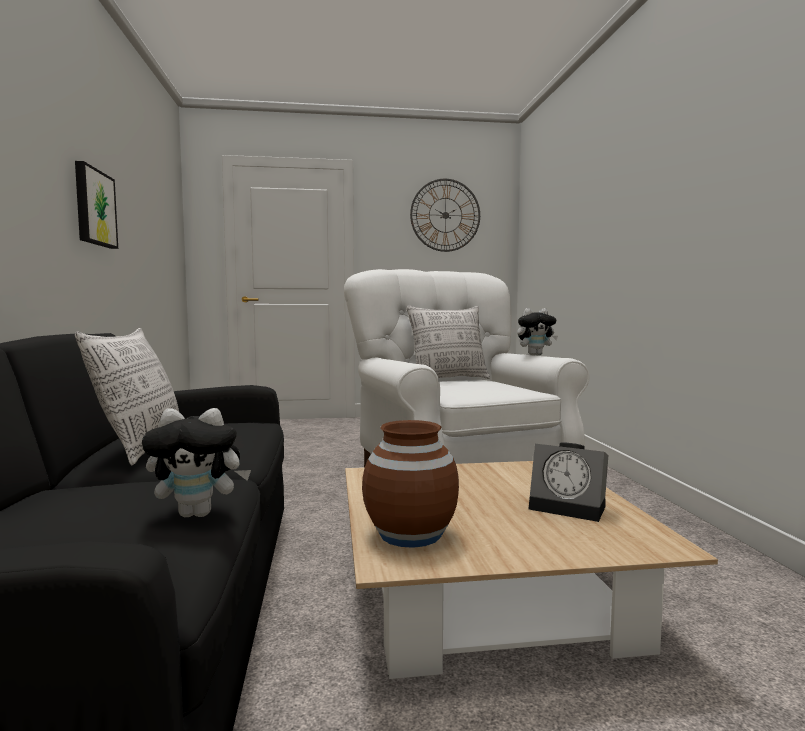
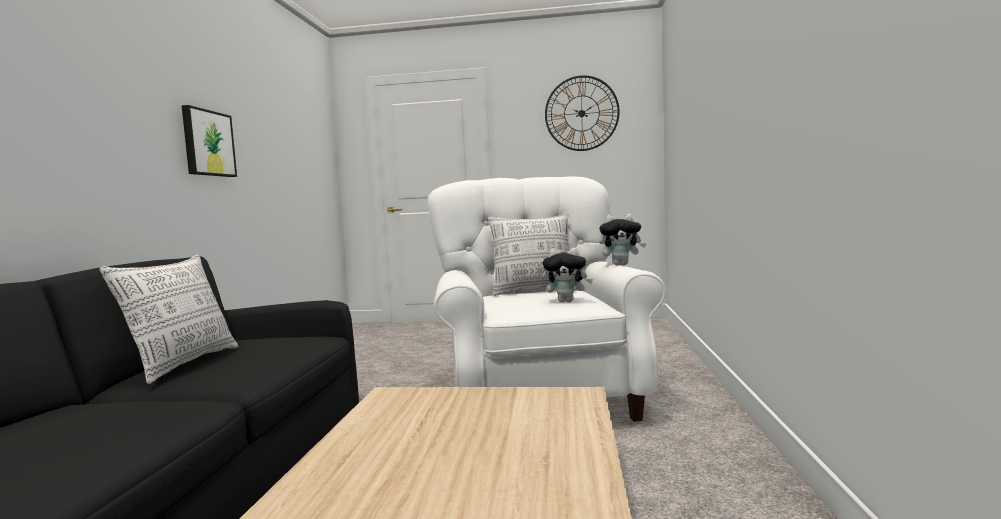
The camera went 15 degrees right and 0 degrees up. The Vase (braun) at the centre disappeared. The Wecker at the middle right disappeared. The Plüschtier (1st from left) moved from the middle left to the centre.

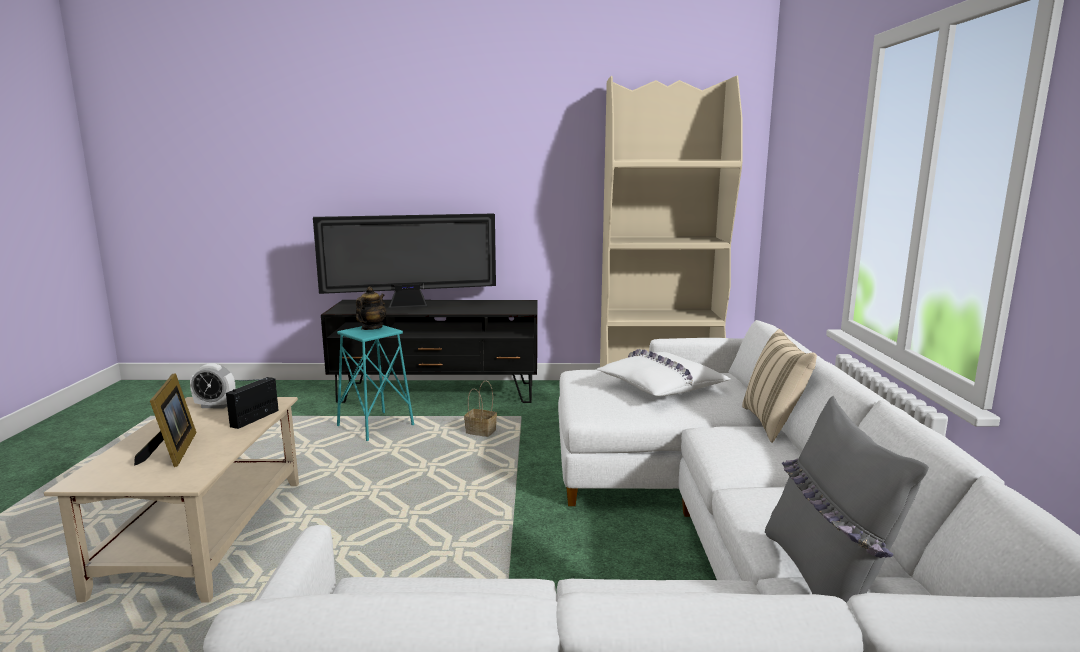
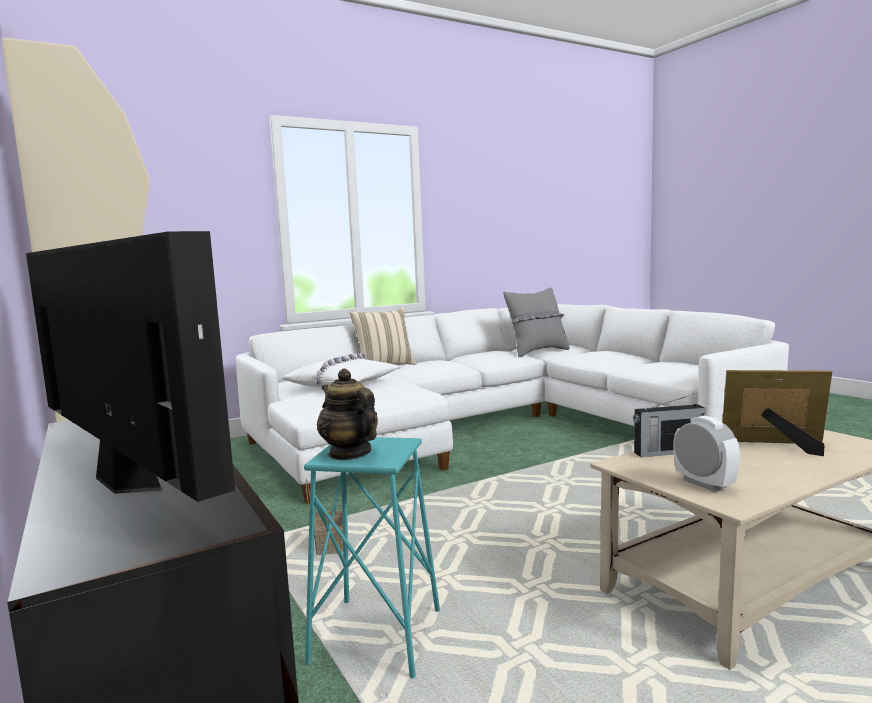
The camera went 120 degrees left and 5 degrees down. The Bilderrahmen at the middle left turned 60 degrees clockwise. The Teekanne at the centre turned 60 degrees clockwise.

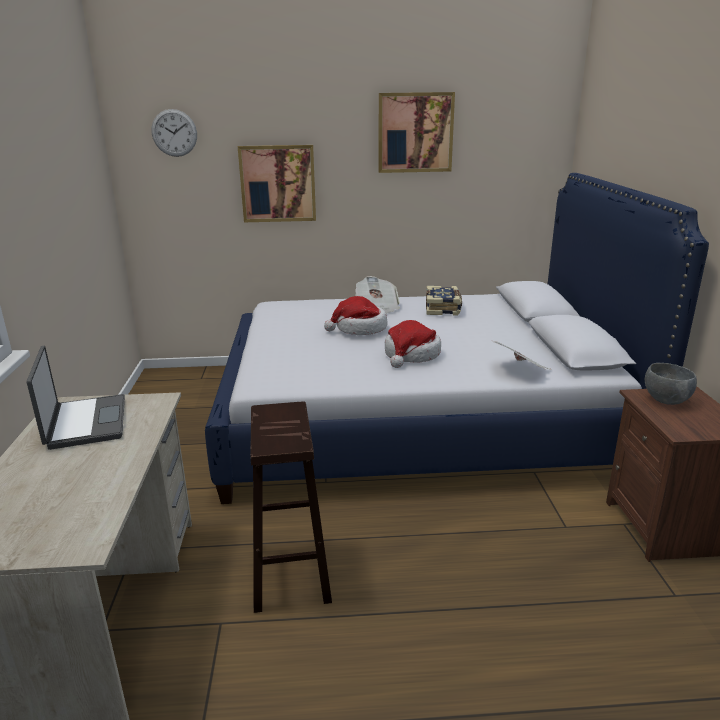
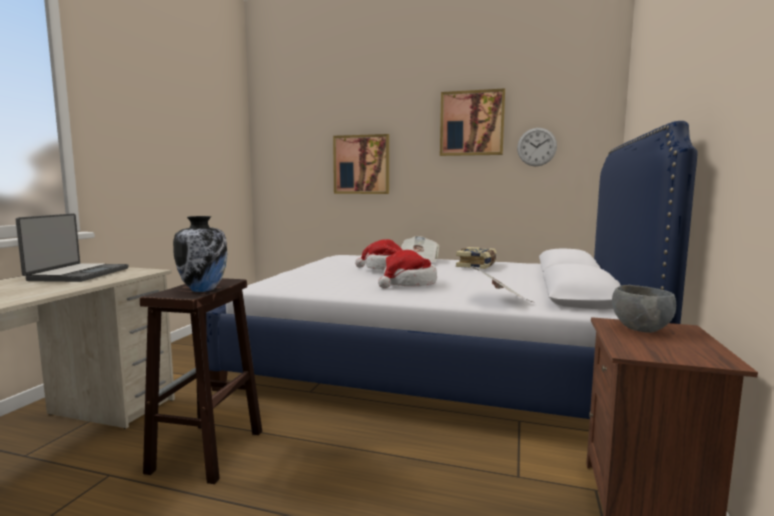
The camera went 20 degrees right and 15 degrees down. The Vase at the middle left appeared. The Wanduhr moved from the top left to the top right.

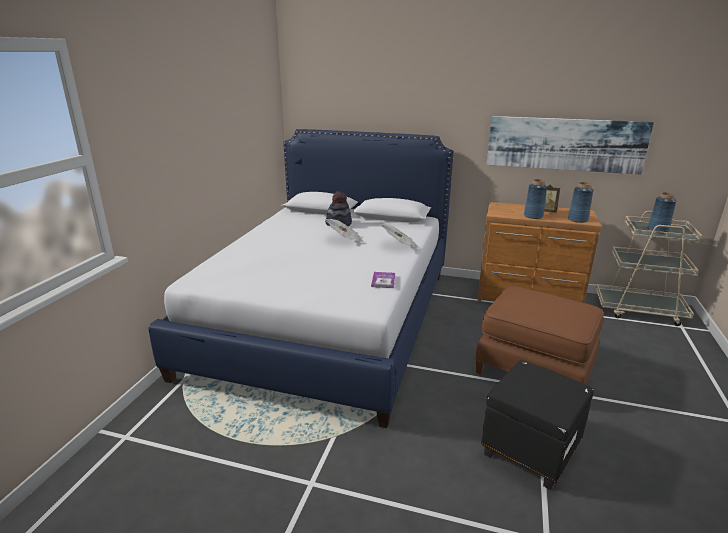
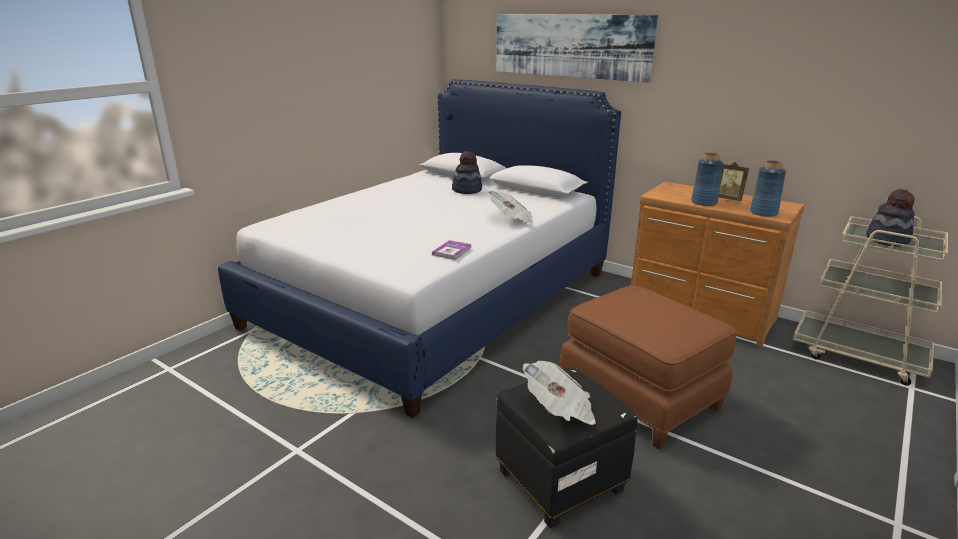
The camera went 20 degrees right and 0 degrees up. The Zeitung (1st from left in the first image) moved from the centre to the bottom centre. The Bild moved from the top right to the top centre. The Vase (blau) (3rd from left) at the middle right was replaced by the Hut (2nd from left) at the middle right.

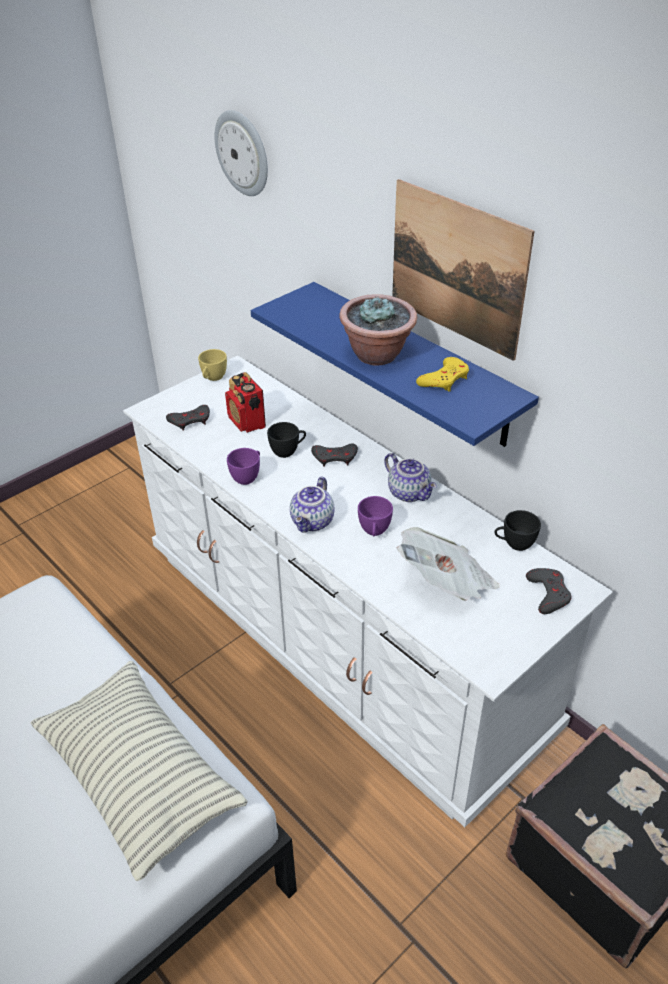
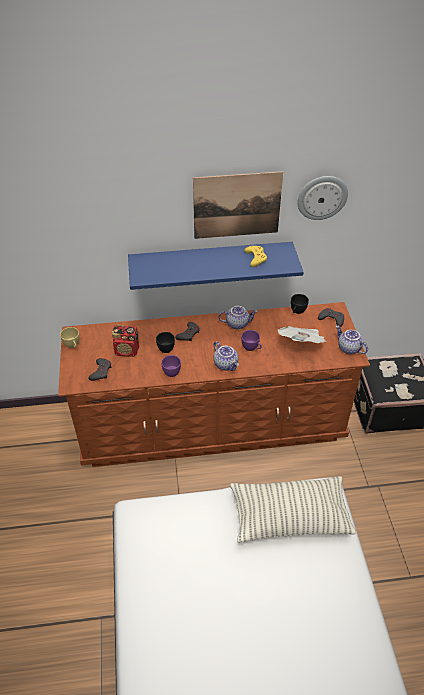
The camera went 55 degrees left and 5 degrees up. The Topfpflanze at the centre disappeared. The Teekanne (3rd from left) at the middle right appeared. The Wanduhr moved from the top centre to the top right. The Kommode (weiß) at the centre became the Kommode (braun) at the centre.

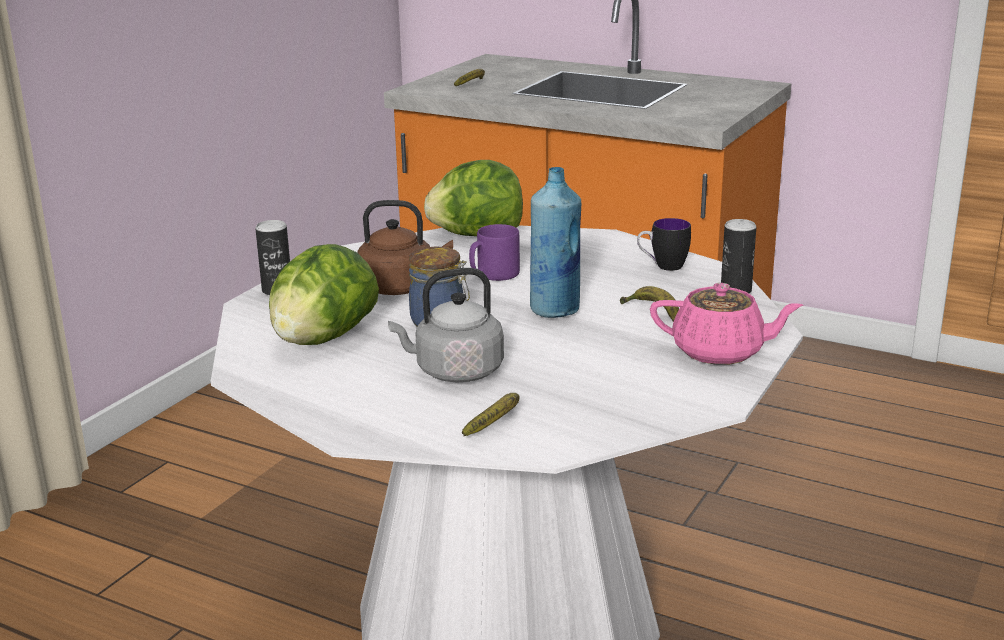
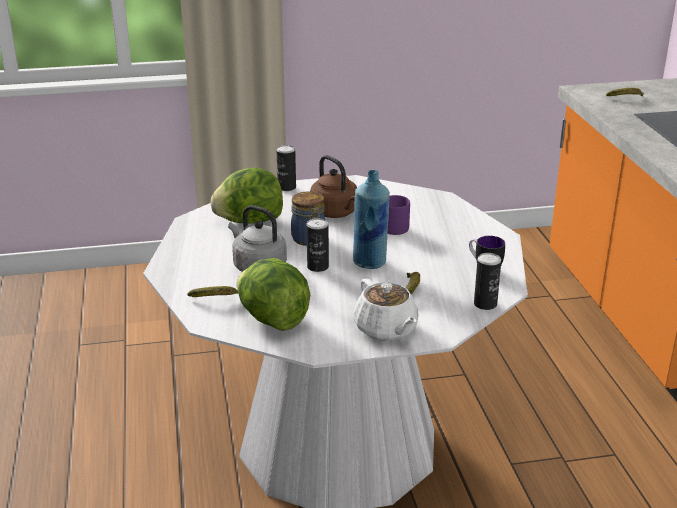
The camera went 50 degrees right and 5 degrees up. The Dose (2nd from left) at the centre appeared. The Salatkopf (2nd from left) moved from the top centre to the centre. The Teekanne (rosa) at the middle right became the Teekanne (weiß) at the centre.

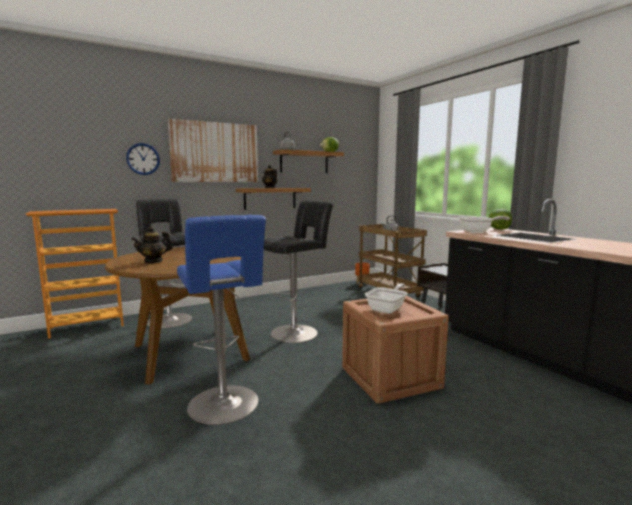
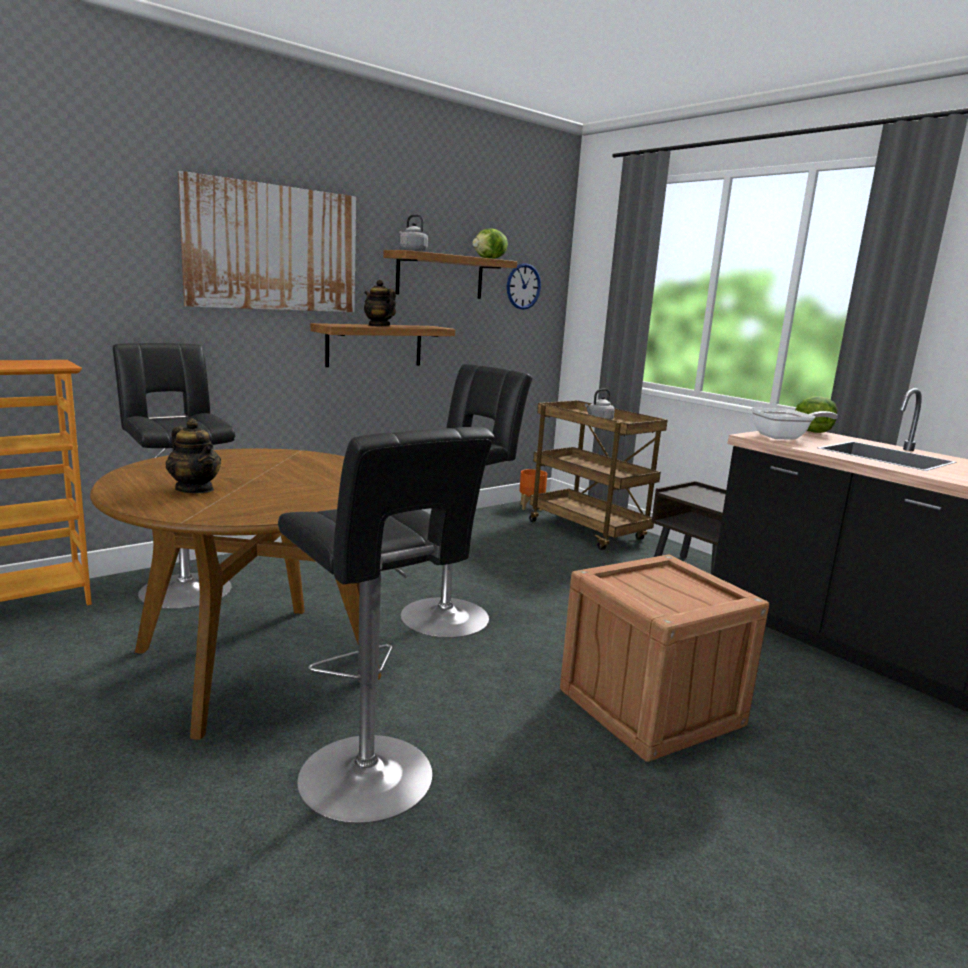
The camera went 10 degrees left and 5 degrees up. The Pfanne (1st from left) at the centre disappeared. The Wanduhr moved from the top left to the top centre. The Hocker (blau) at the centre became the Hocker (schwarz) (2nd from left) at the centre. The Teekanne (1st from left) at the middle left turned 90 degrees counterclockwise.

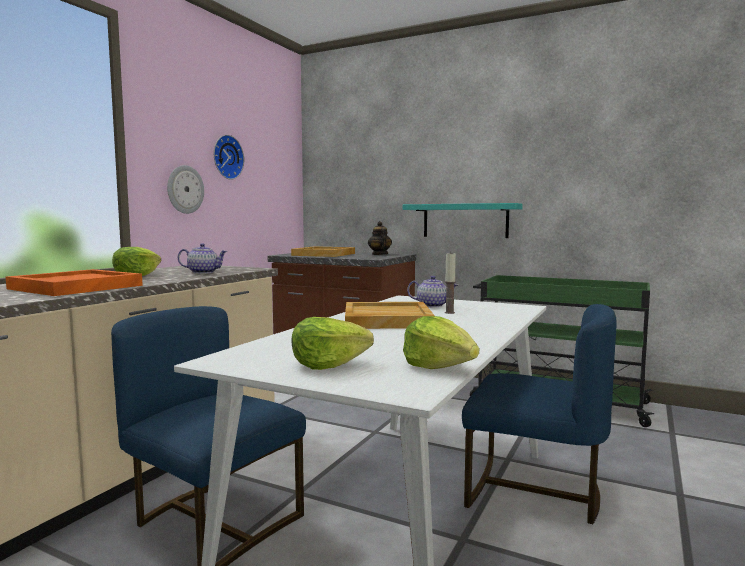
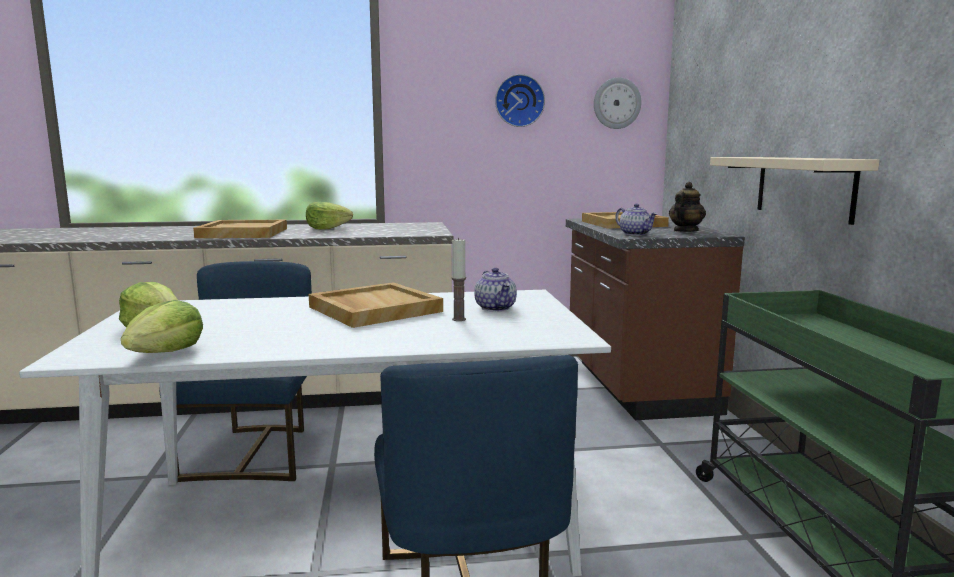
The camera went 55 degrees right and 5 degrees up. The Wanduhr (1st from left in the first image) moved from the middle left to the top centre. The Teekanne (1st from left in the first image) moved from the middle left to the middle right. The Tablett (orange) at the middle left became the Tablett (beige) (1st from left) at the middle left. The Wandregal (türkis) at the centre became the Wandregal (beige) at the top right.

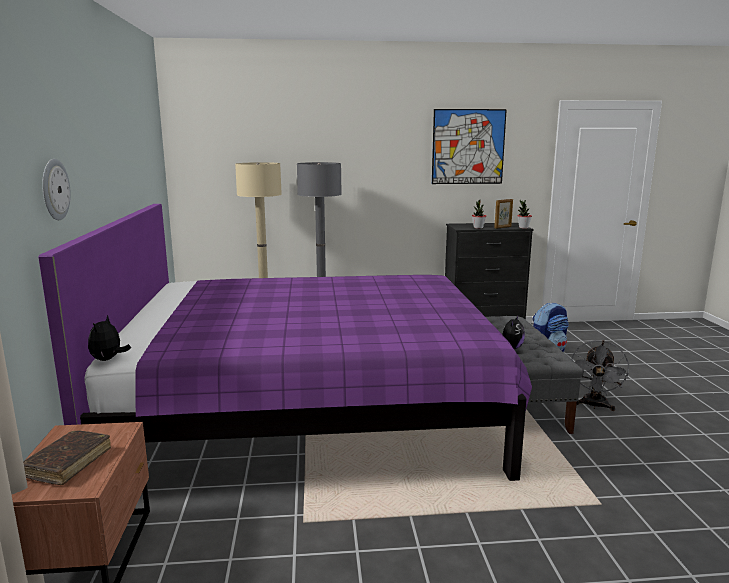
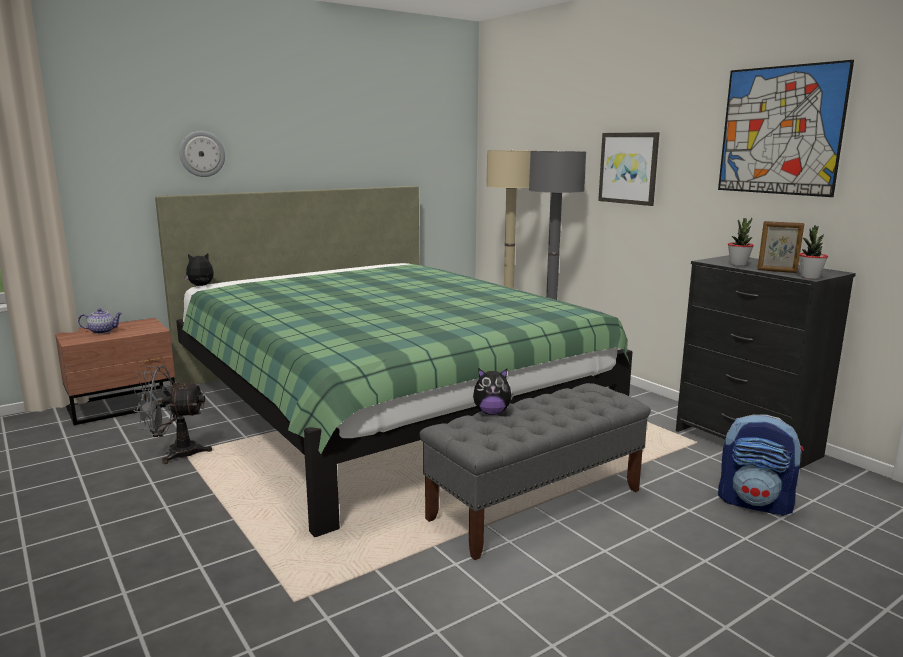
The camera went 60 degrees right and 0 degrees up. The Bild (1st from left) at the top right appeared. The Ventilator (grau) moved from the middle right to the middle left. The Buch (braun) at the bottom left was replaced by the Teekanne at the middle left. The Bett (lila) at the centre became the Bett (grün) at the centre.

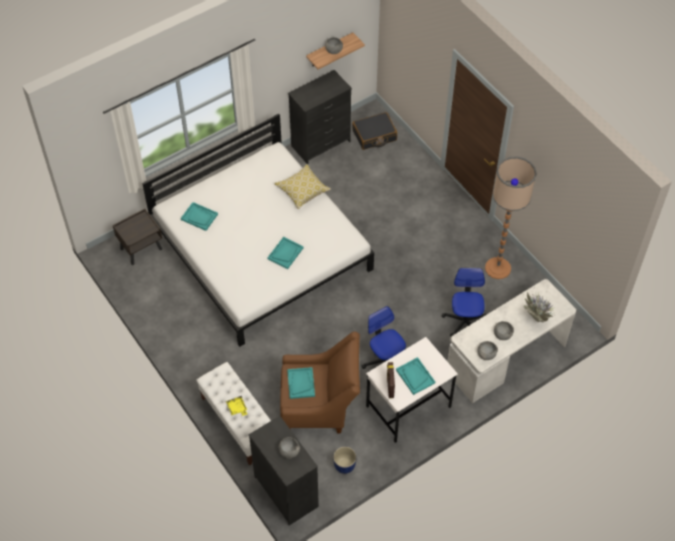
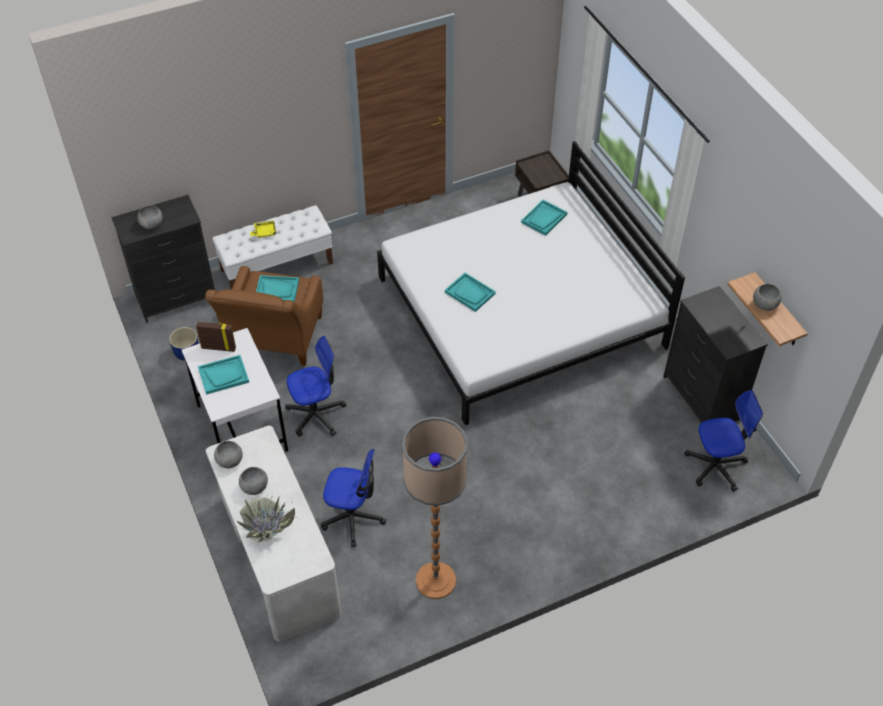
The camera went 100 degrees right and 5 degrees down. The Kissen at the centre disappeared. The Koffer (schwarz) at the top centre was replaced by the Bürostuhl (3rd from left) at the middle right.

